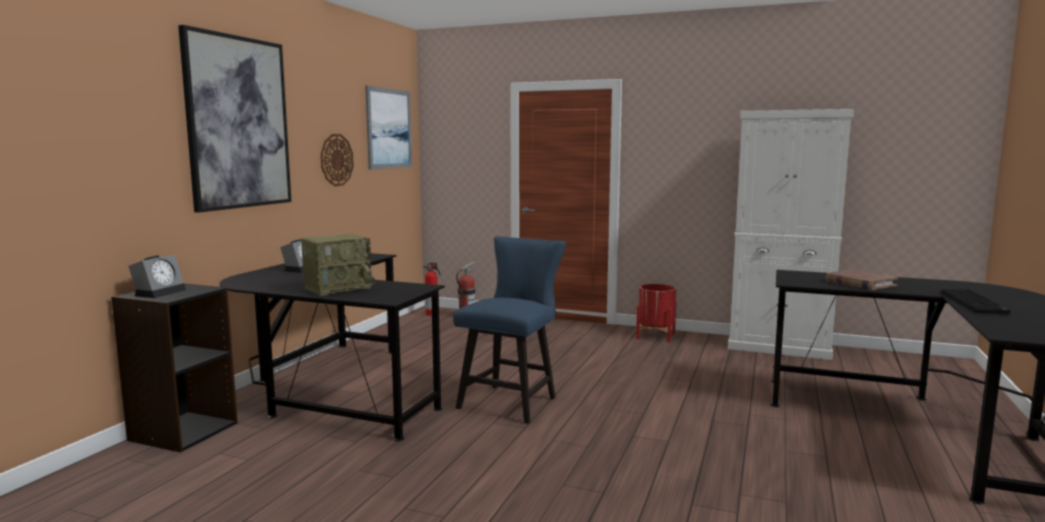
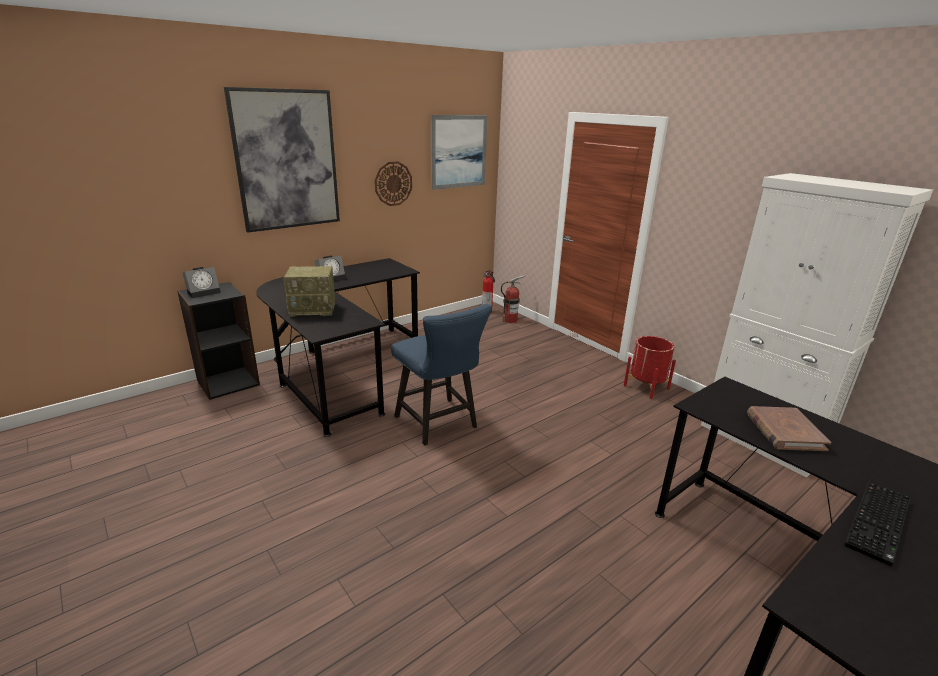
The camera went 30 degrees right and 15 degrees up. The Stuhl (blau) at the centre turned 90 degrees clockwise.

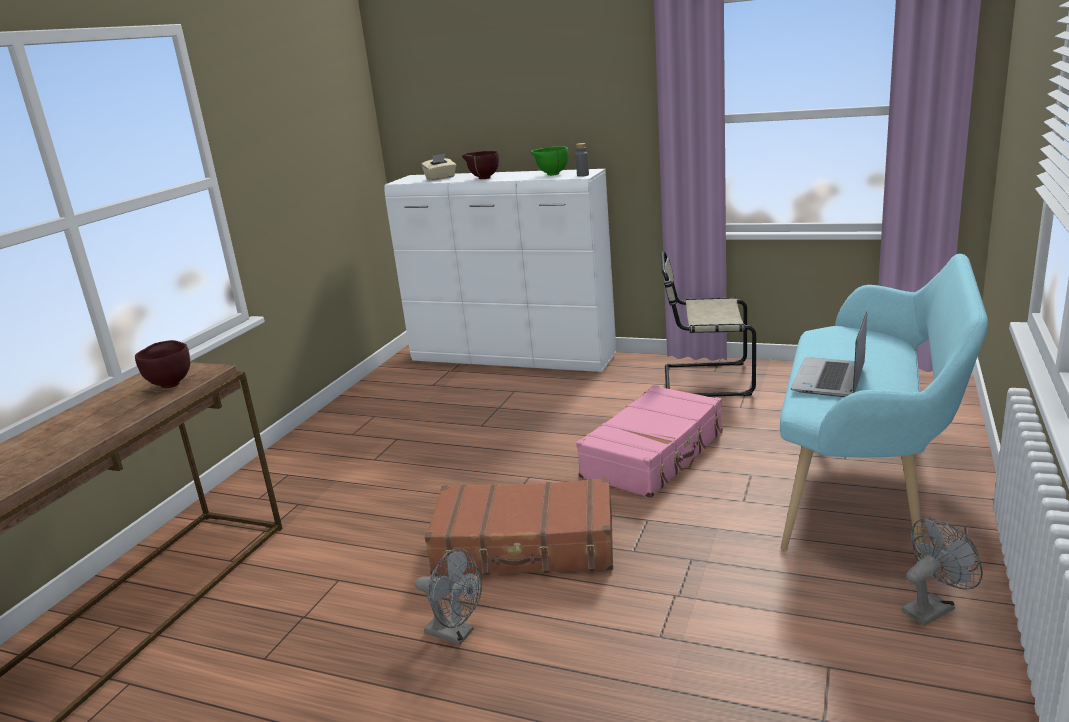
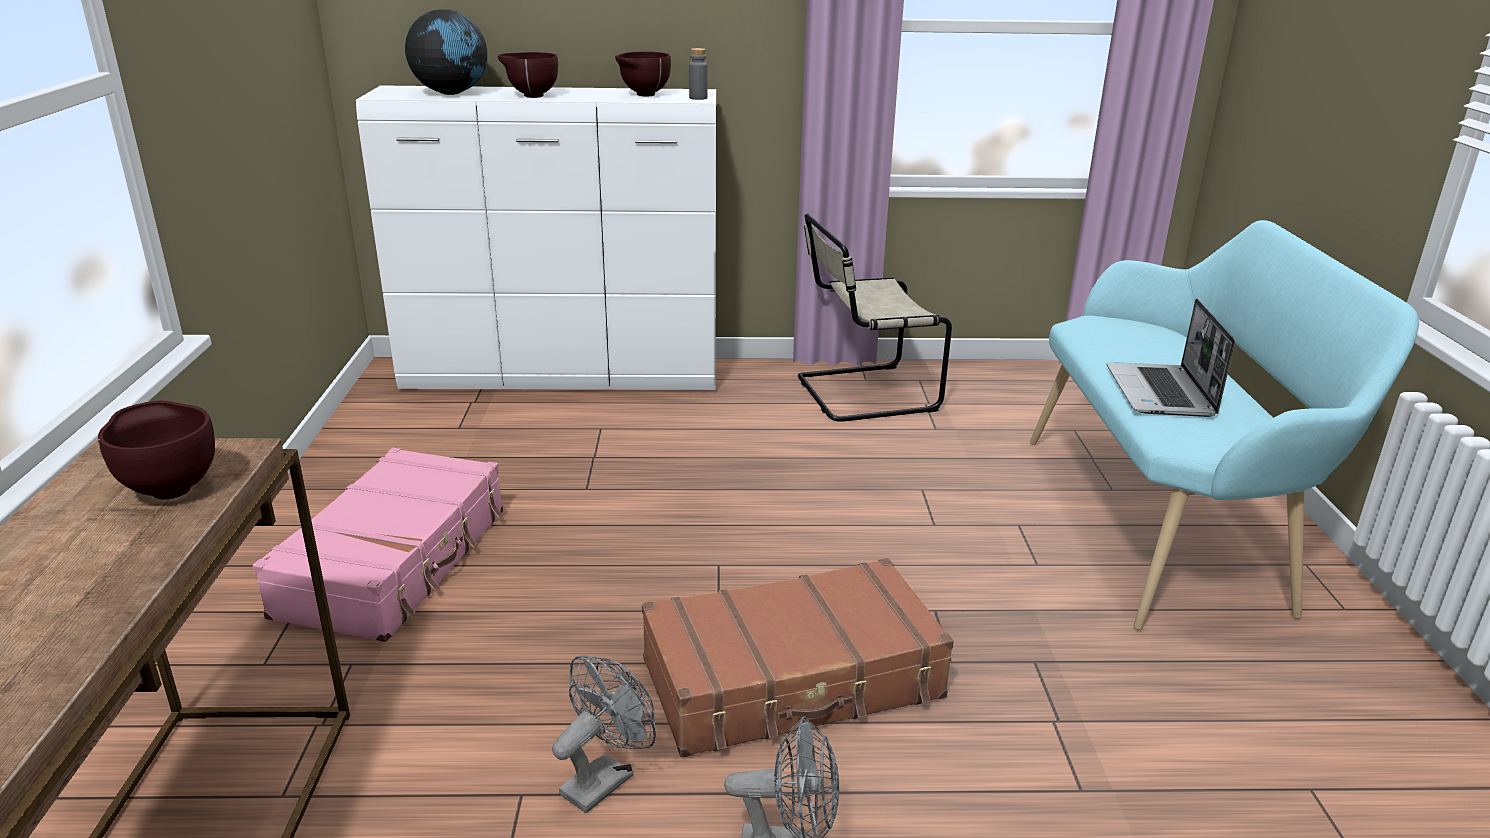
The camera went 25 degrees left and 5 degrees up. The Koffer (rosa) moved from the centre to the middle left. The Ventilator (grau) (2nd from left in the first image) moved from the bottom right to the bottom centre. The Taschentuchbox (beige) at the top centre was replaced by the Globus at the top left. The Schüssel (grün) at the top centre became the Schüssel (braun) (3rd from left) at the top centre.

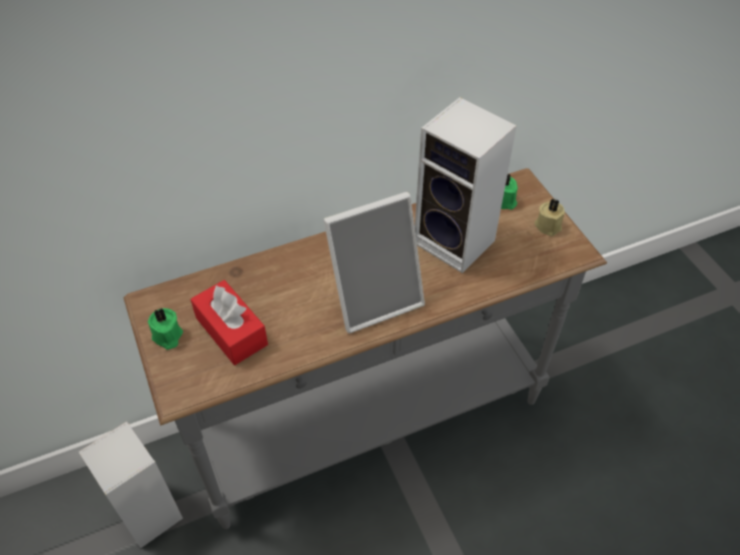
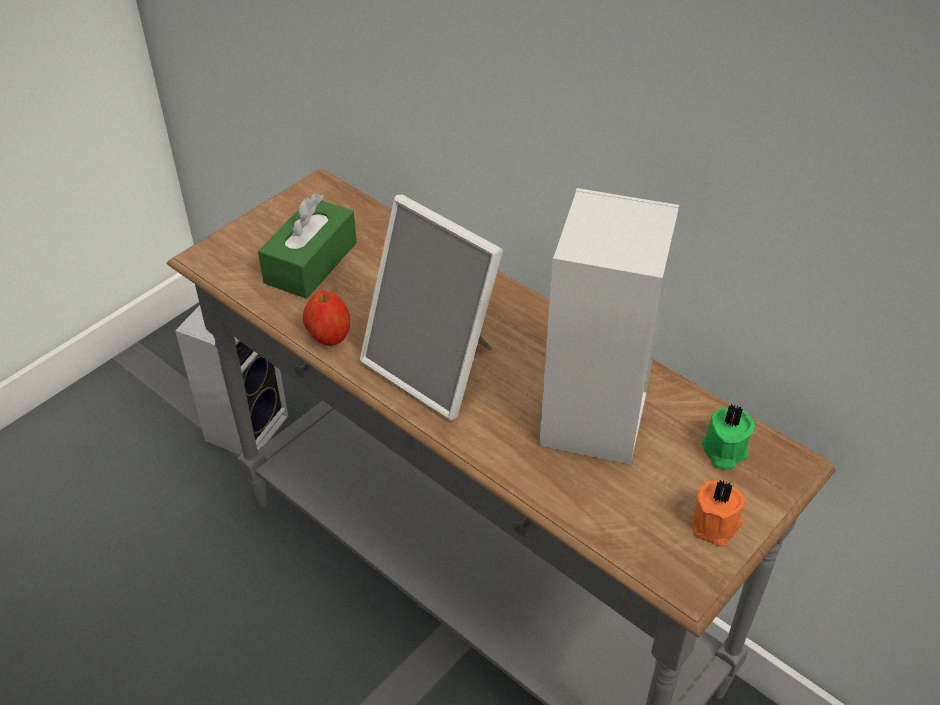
The camera went 65 degrees right and 5 degrees down. The Kerze (grün) (1st from left) at the middle left disappeared. The Apfel at the centre appeared. The Taschentuchbox (rot) at the middle left became the Taschentuchbox (grün) at the middle left. The Kerze (beige) at the middle right became the Kerze (orange) at the bottom right.

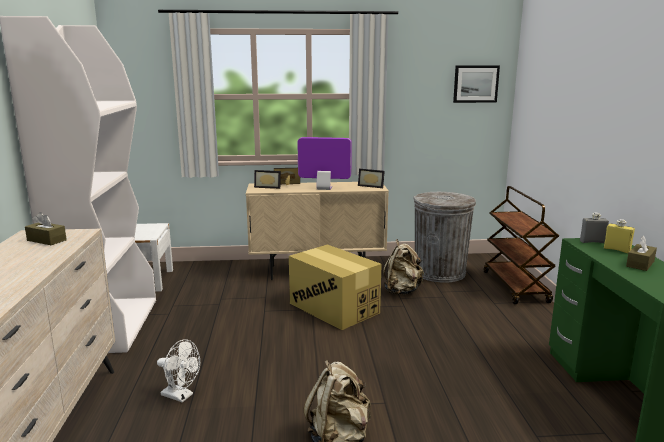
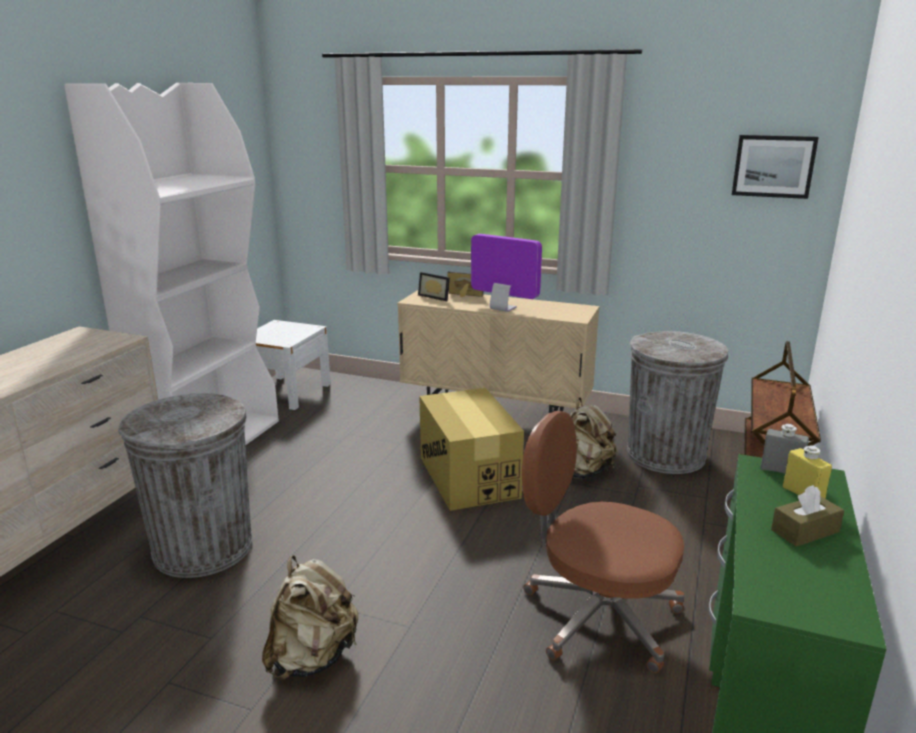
The camera went 25 degrees right and 5 degrees up. The Taschentuchbox (braun) (1st from left) at the middle left disappeared. The Bilderrahmen (3rd from left) at the centre disappeared. The Bürostuhl (braun) at the bottom centre appeared. The Ventilator (weiß) at the bottom left was replaced by the Mülleimer (grau) (1st from left) at the middle left.

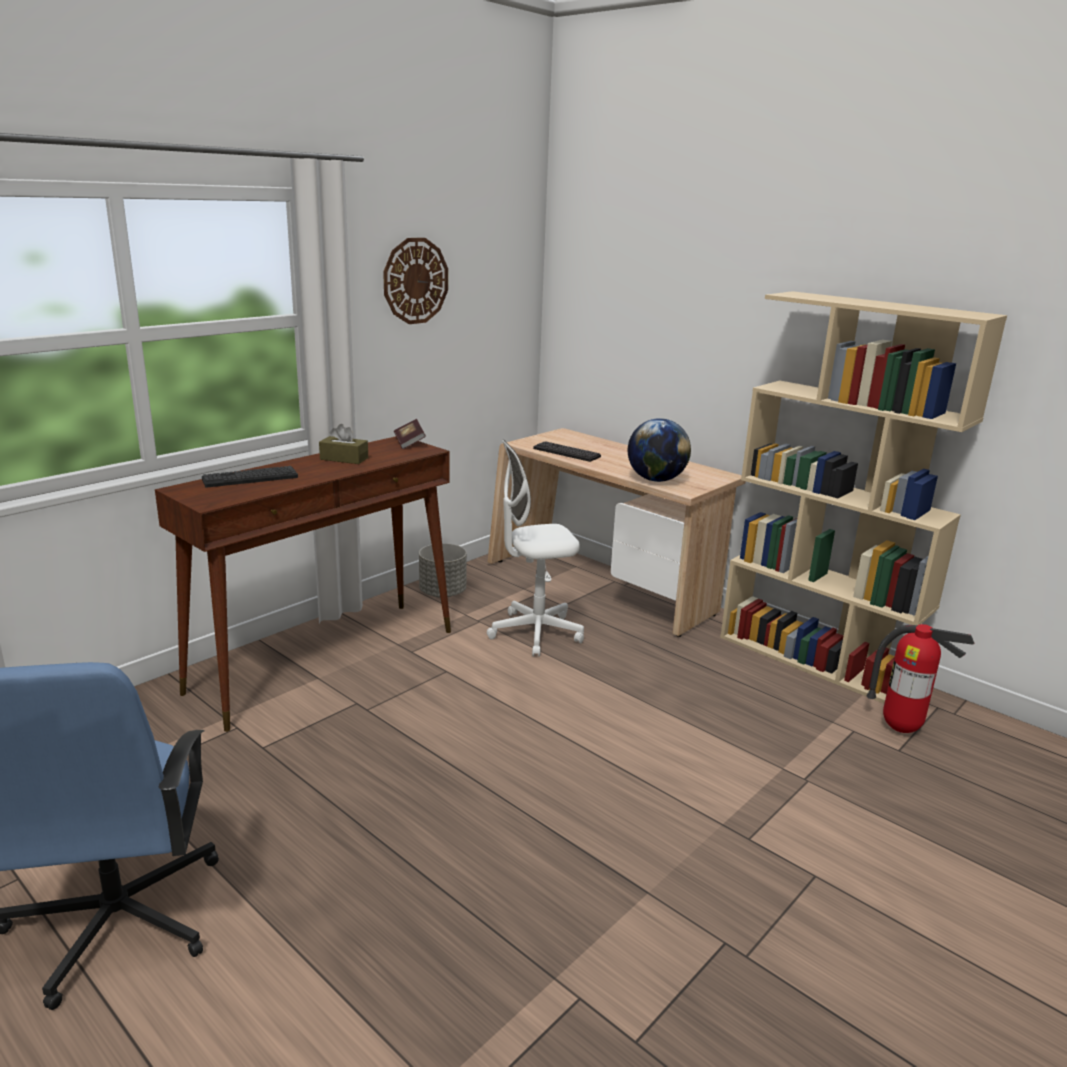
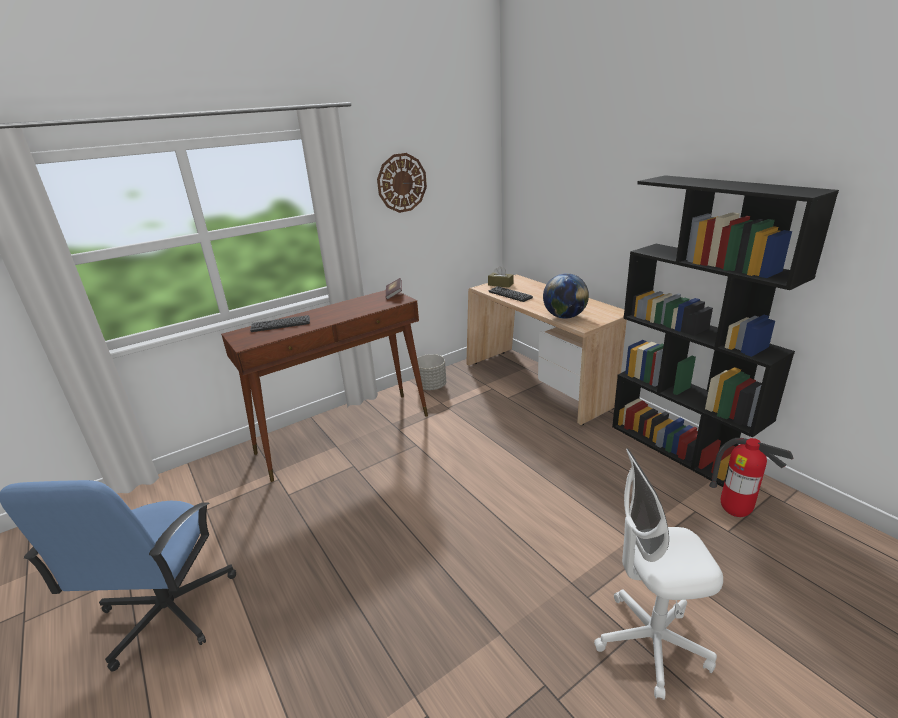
The camera went 15 degrees right and 5 degrees up. The Taschentuchbox (braun) moved from the middle left to the centre. The Bürostuhl (weiß) moved from the centre to the bottom right. The Bücherregal (beige) at the middle right became the Bücherregal (schwarz) at the middle right.

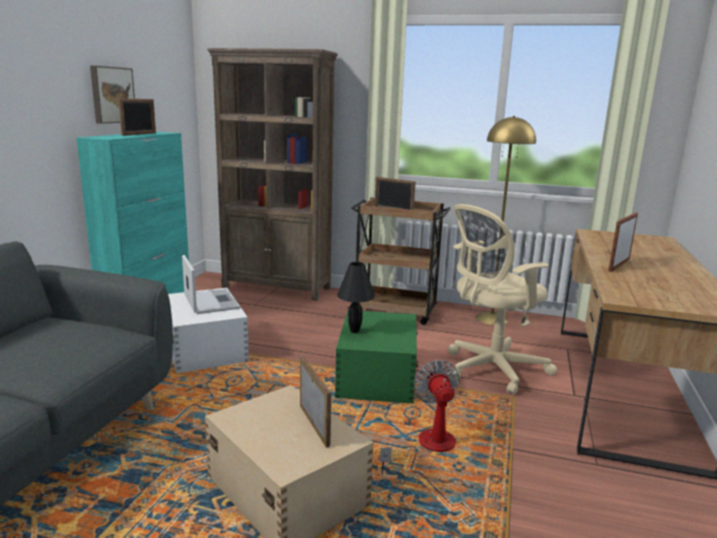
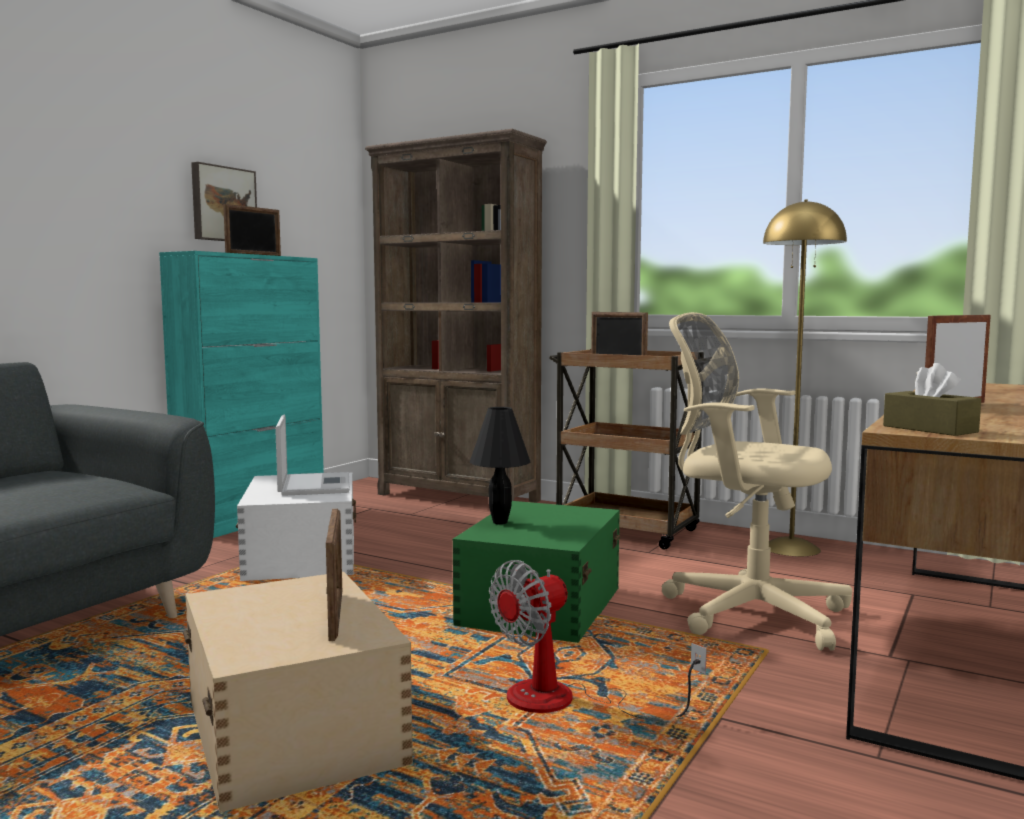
The camera went 15 degrees right and 10 degrees down. The Taschentuchbox (braun) at the middle right appeared. The Ventilator at the bottom centre turned 135 degrees counterclockwise. The Bürostuhl (beige) at the middle right turned 45 degrees clockwise.

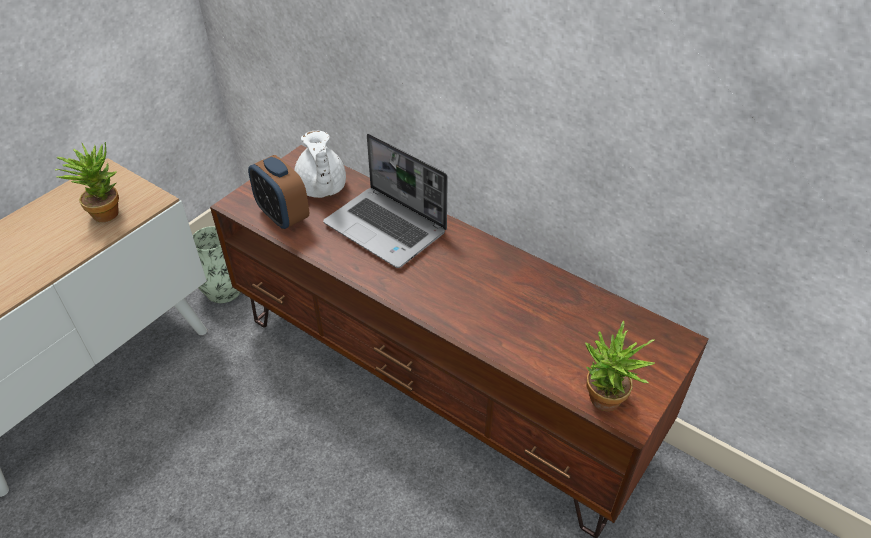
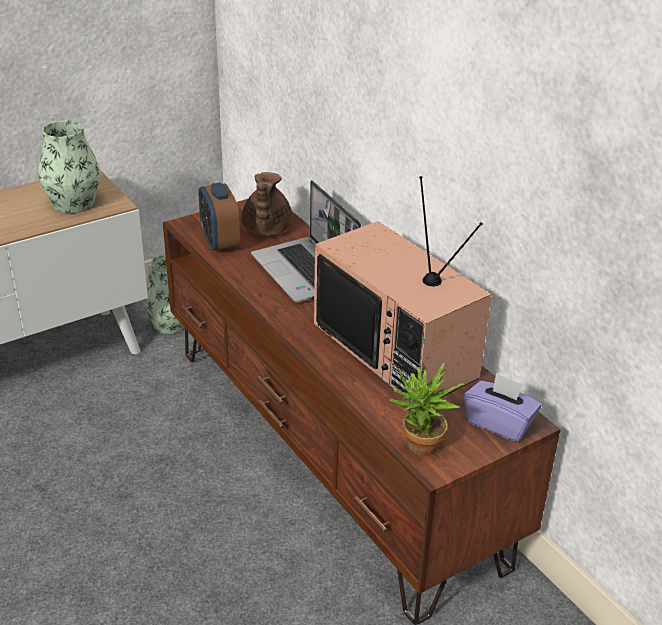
The camera went 20 degrees right and 10 degrees down. The Fernseher at the centre appeared. The Taschentuchbox (lila) at the middle right appeared. The Topfpflanze (1st from left) at the middle left was replaced by the Vase (1st from left) at the top left. The Teekanne (weiß) at the top centre became the Teekanne (braun) at the top centre.

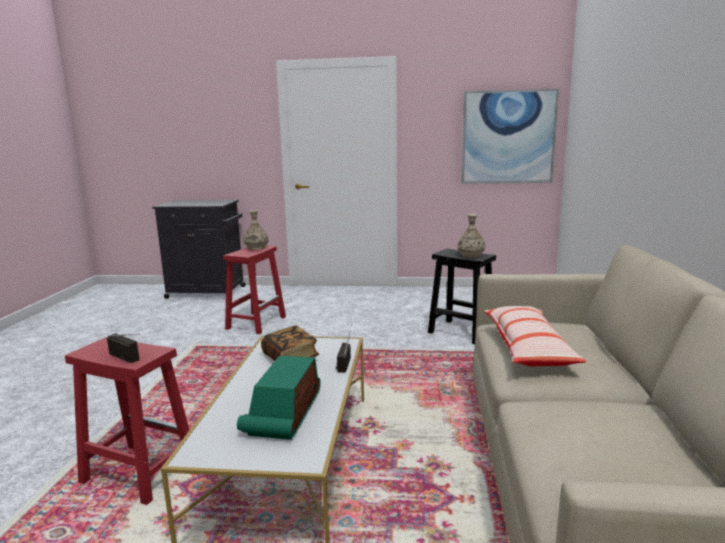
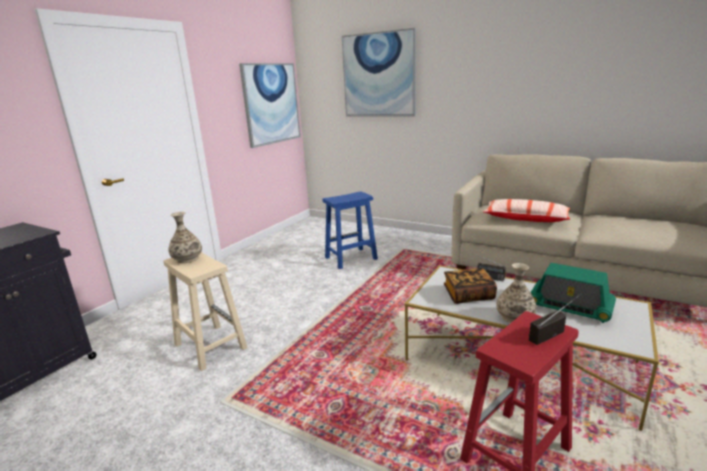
The camera went 65 degrees left and 5 degrees up. The Bild (2nd from left) at the top centre appeared. The Vase (2nd from left) moved from the centre to the middle right. The Hocker (rot) (2nd from left) at the centre became the Hocker (beige) at the middle left. The Hocker (schwarz) at the centre became the Hocker (blau) at the centre.

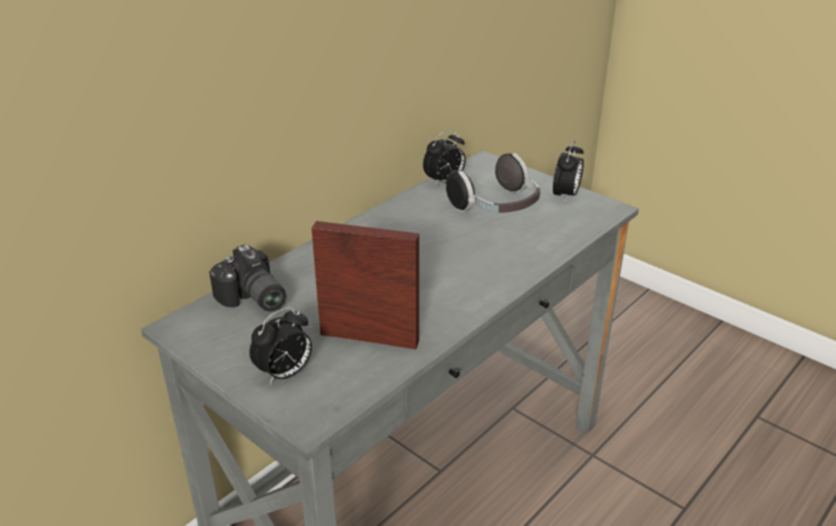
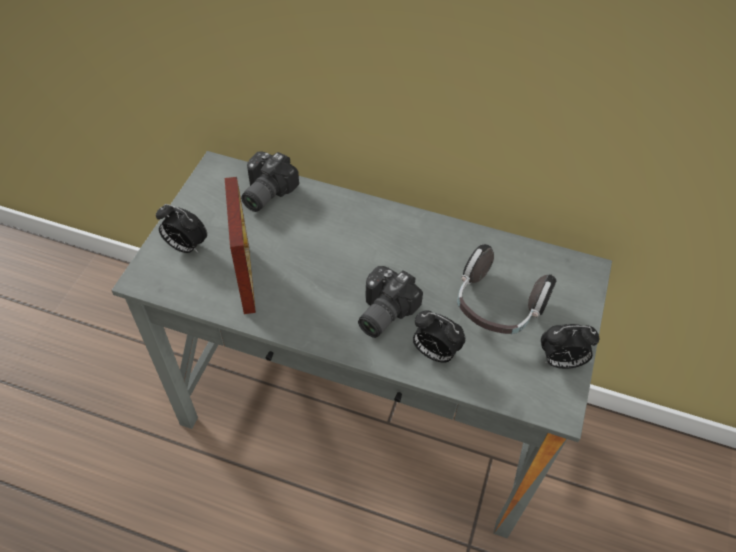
The camera went 65 degrees right and 20 degrees up. The Kamera (2nd from left) at the centre appeared. The Wecker (2nd from left) moved from the top centre to the centre.

